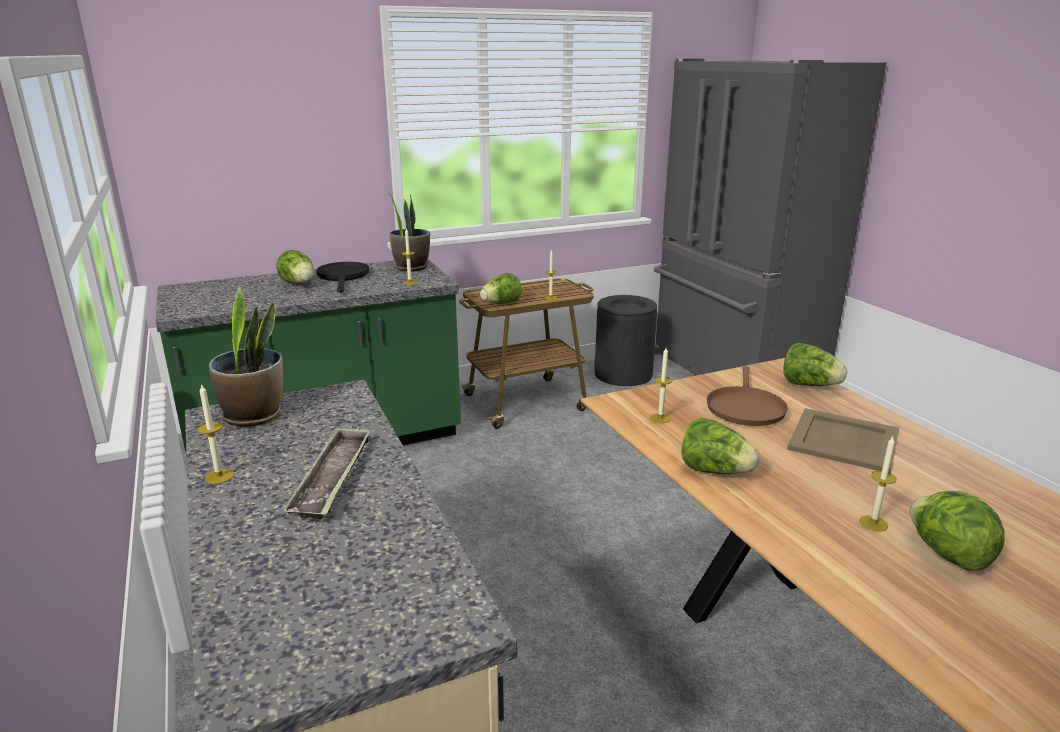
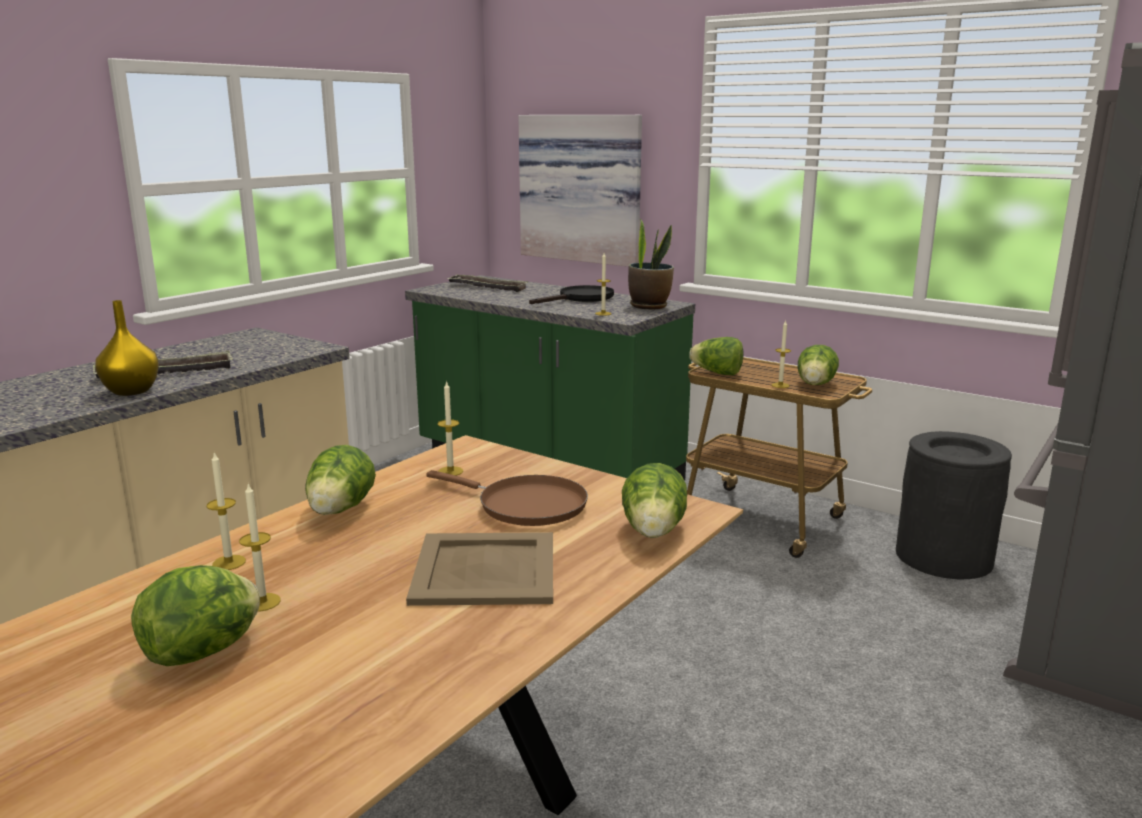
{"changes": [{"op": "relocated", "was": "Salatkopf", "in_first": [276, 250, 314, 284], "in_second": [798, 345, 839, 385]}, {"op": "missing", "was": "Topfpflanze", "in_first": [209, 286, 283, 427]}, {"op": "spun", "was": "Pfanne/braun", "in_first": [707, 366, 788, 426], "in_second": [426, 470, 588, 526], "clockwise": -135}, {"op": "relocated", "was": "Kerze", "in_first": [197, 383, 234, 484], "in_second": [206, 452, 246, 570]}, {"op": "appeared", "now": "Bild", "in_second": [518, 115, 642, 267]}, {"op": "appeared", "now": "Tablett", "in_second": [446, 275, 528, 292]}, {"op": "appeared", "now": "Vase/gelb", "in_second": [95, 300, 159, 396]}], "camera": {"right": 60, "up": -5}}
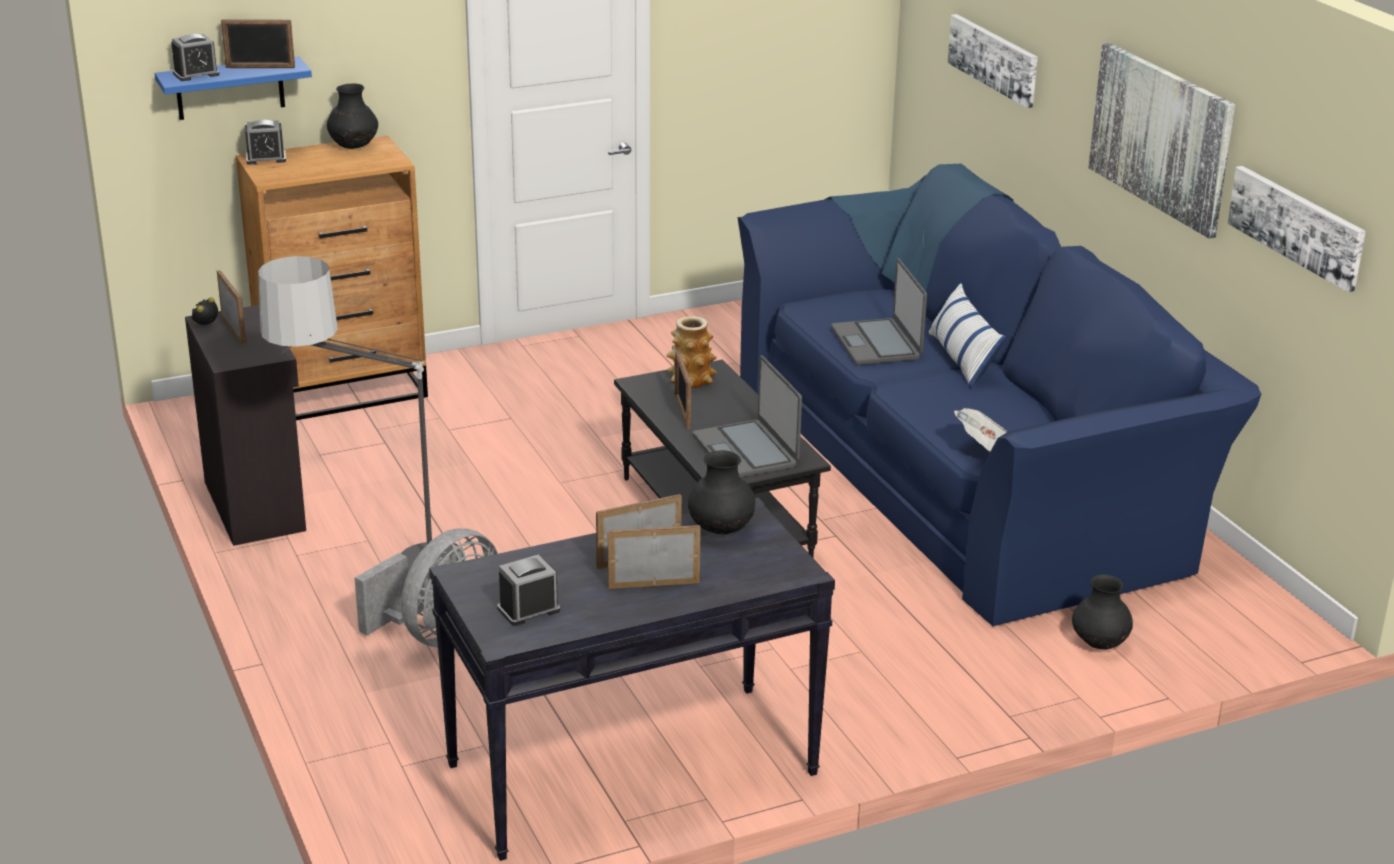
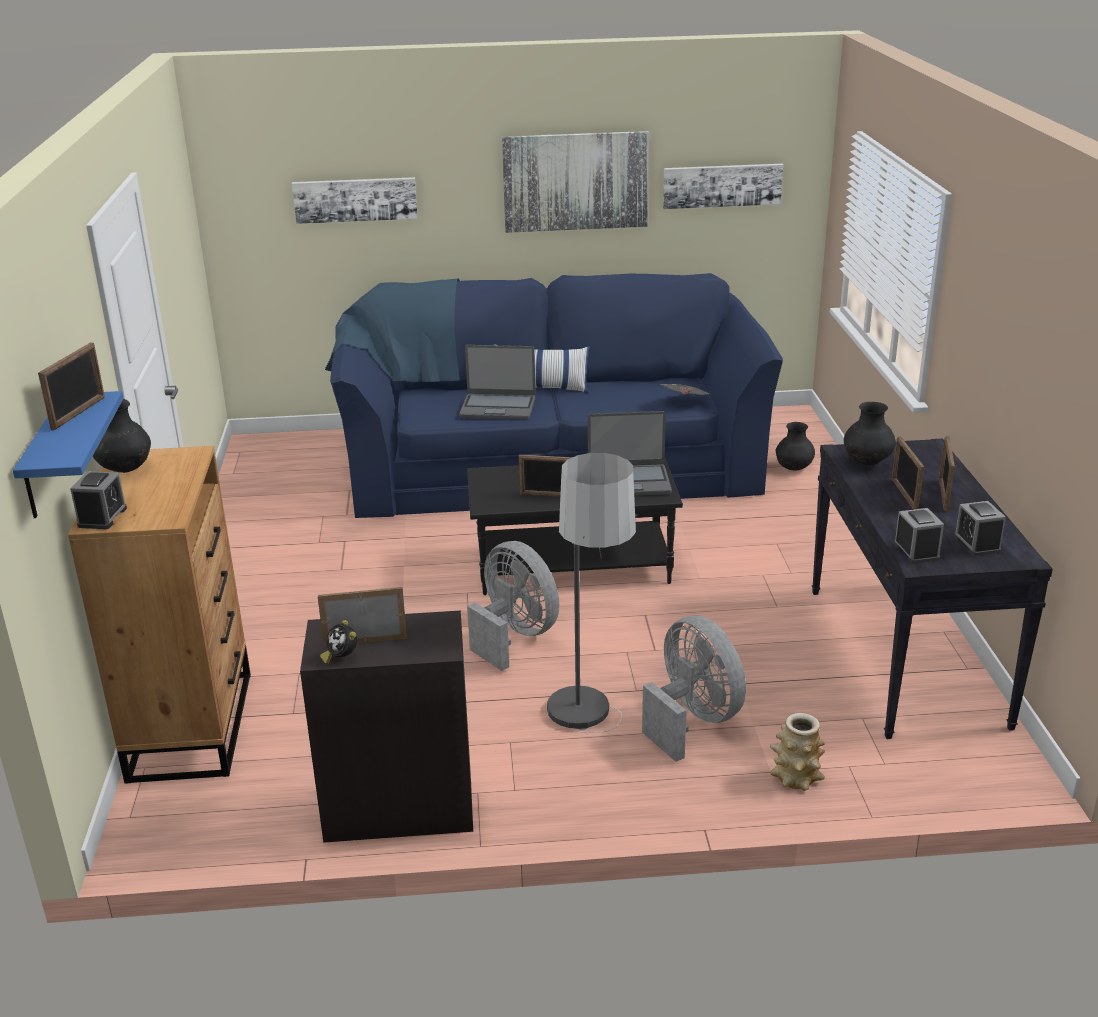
{"changes": [{"op": "relocated", "was": "Wecker", "in_first": [171, 34, 219, 81], "in_second": [894, 508, 944, 564]}, {"op": "relocated", "was": "Vase", "in_first": [666, 316, 717, 388], "in_second": [770, 713, 825, 791]}, {"op": "appeared", "now": "Ventilator/grau", "in_second": [467, 541, 559, 671]}], "camera": {"right": -70, "up": 0}}
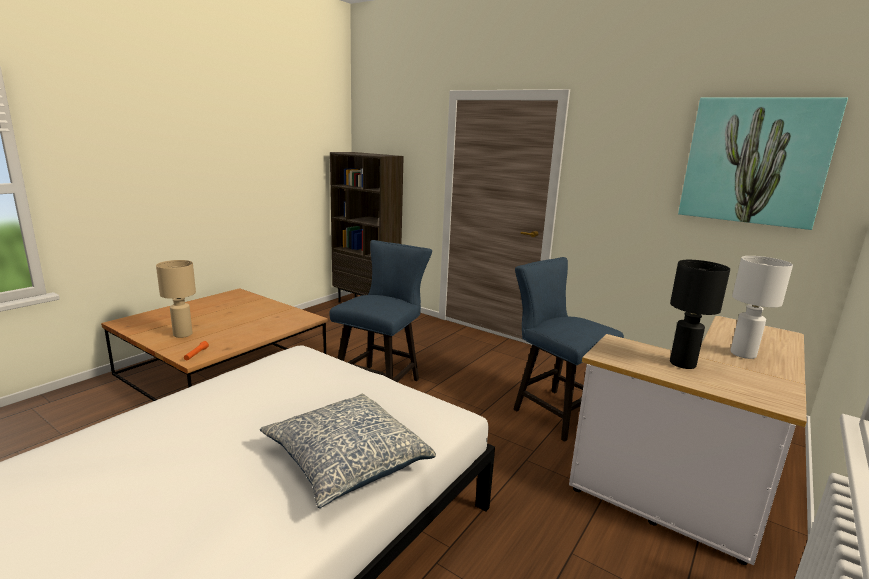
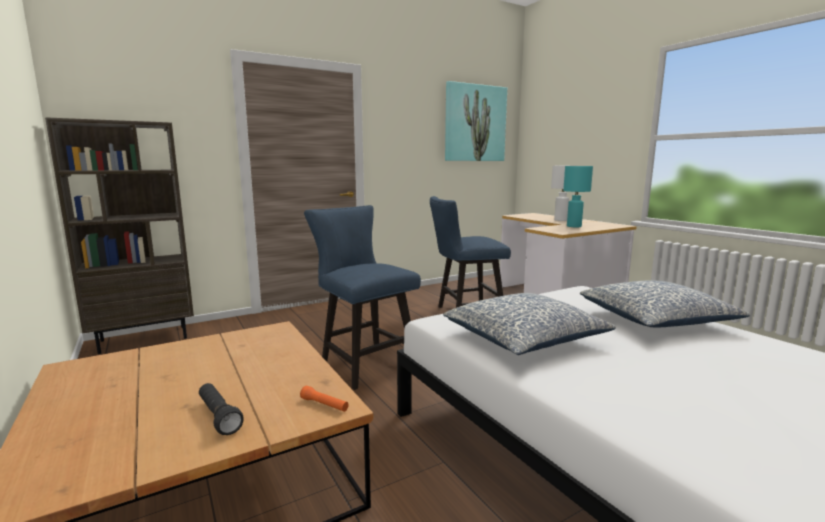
{"changes": [{"op": "exchanged", "was": "Tischlampe/beige", "now": "Taschenlampe/schwarz", "in_first": [156, 260, 196, 338], "in_second": [199, 383, 244, 435]}, {"op": "colour", "was": "Tischlampe/schwarz", "now": "Tischlampe/türkis", "in_first": [670, 260, 730, 369], "in_second": [563, 166, 593, 227]}, {"op": "appeared", "now": "Kissen", "in_second": [443, 293, 616, 355]}], "camera": {"right": -65, "up": -5}}
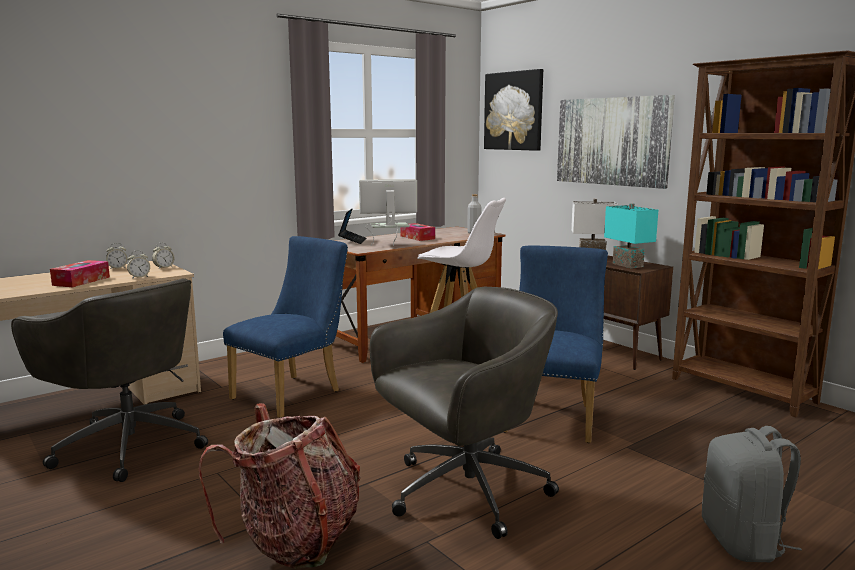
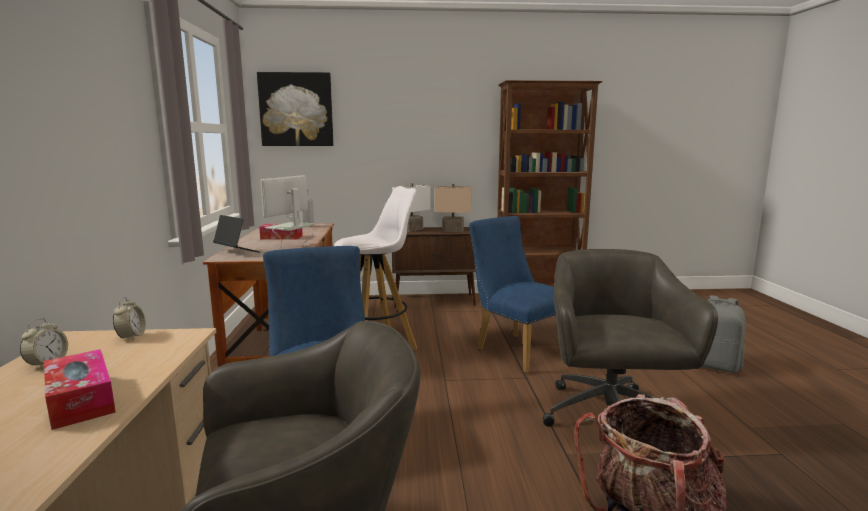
{"changes": [{"op": "missing", "was": "Bild", "in_first": [557, 95, 675, 189]}, {"op": "colour", "was": "Tischlampe/türkis", "now": "Tischlampe/beige", "in_first": [604, 203, 658, 268], "in_second": [435, 184, 471, 232]}, {"op": "missing", "was": "Wecker", "in_first": [127, 250, 150, 279]}], "camera": {"right": -55, "up": 0}}
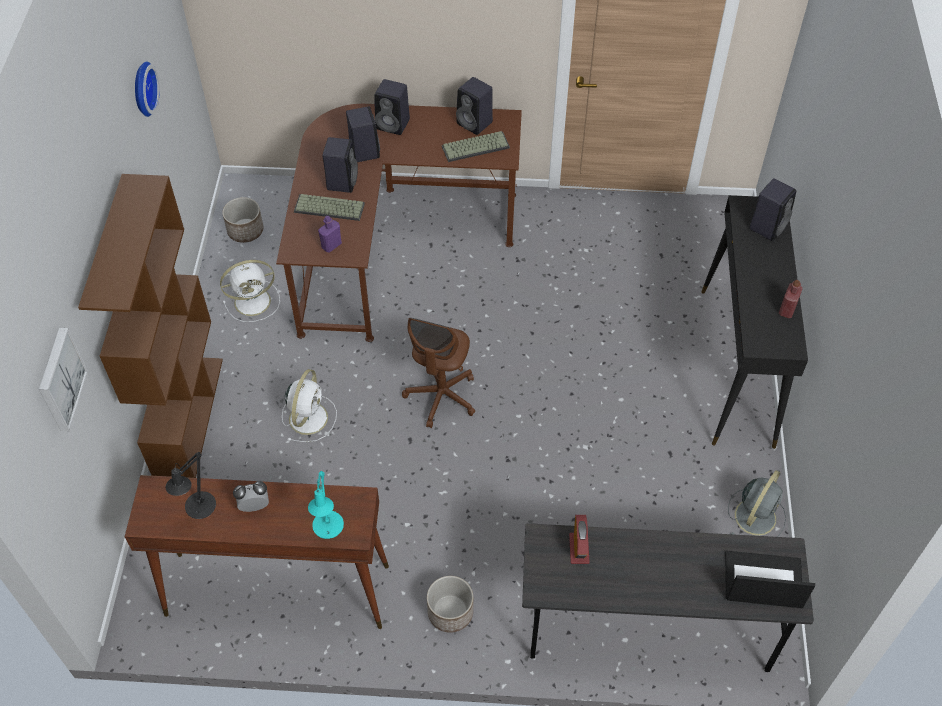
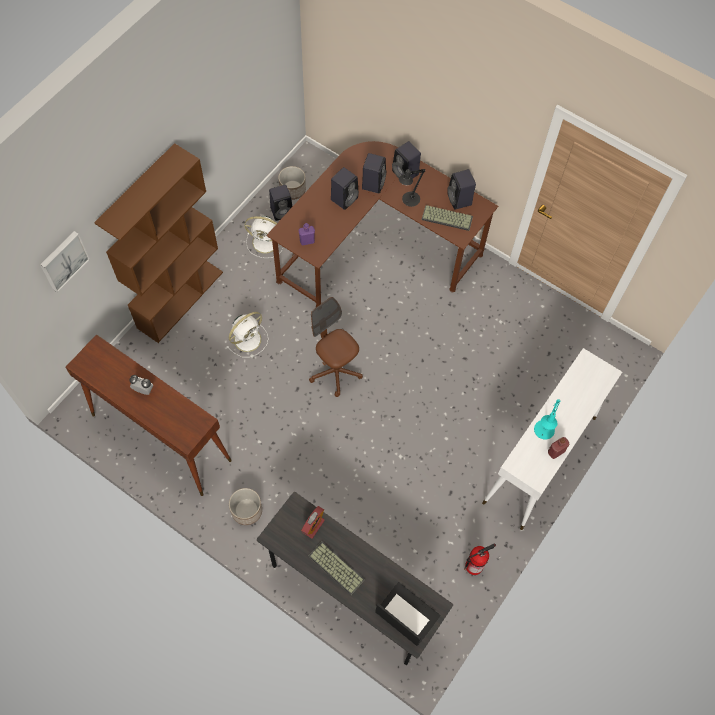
{"changes": [{"op": "missing", "was": "Wanduhr", "in_first": [135, 61, 160, 117]}, {"op": "relocated", "was": "Lautsprecher/schwarz", "in_first": [750, 178, 796, 241], "in_second": [269, 185, 292, 221]}, {"op": "relocated", "was": "Tastatur", "in_first": [294, 194, 365, 221], "in_second": [308, 541, 365, 595]}, {"op": "colour", "was": "Konsolentisch/schwarz", "now": "Konsolentisch/weiß", "in_first": [701, 195, 808, 449], "in_second": [482, 348, 622, 530]}, {"op": "spun", "was": "Bürostuhl/braun", "in_first": [402, 318, 475, 428], "in_second": [309, 297, 363, 397], "clockwise": 90}, {"op": "relocated", "was": "Tischlampe/schwarz", "in_first": [166, 452, 216, 519], "in_second": [399, 168, 425, 207]}, {"op": "exchanged", "was": "Ventilator/grau", "now": "Feuerlöscher", "in_first": [728, 470, 786, 537], "in_second": [464, 544, 496, 575]}, {"op": "relocated", "was": "Tischlampe/türkis", "in_first": [308, 471, 344, 539], "in_second": [534, 399, 560, 440]}], "camera": {"right": 30, "up": 10}}
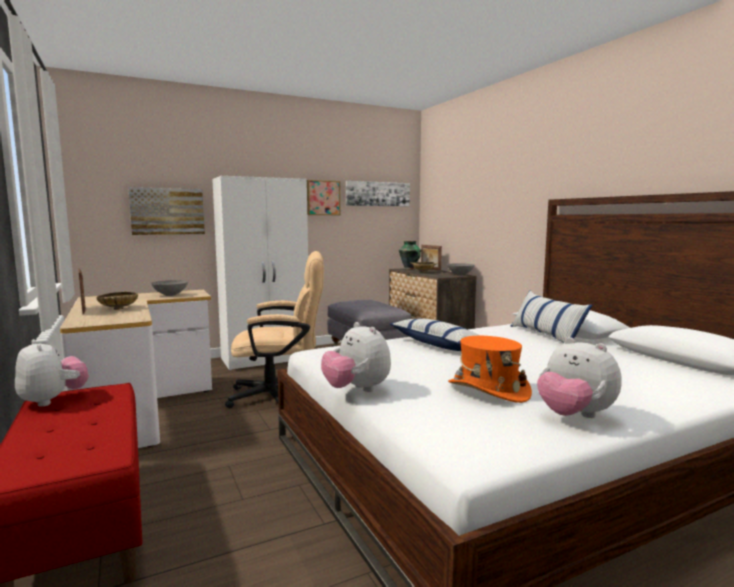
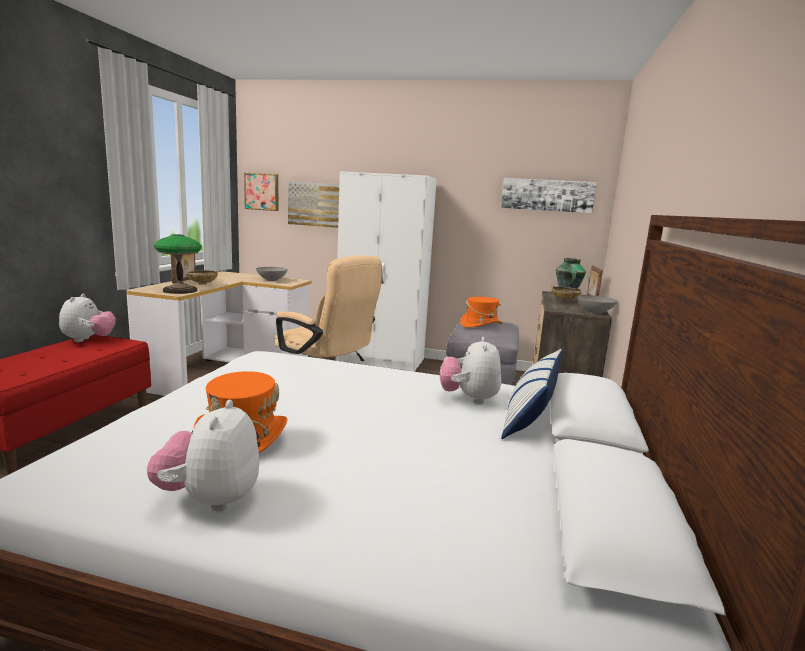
{"changes": [{"op": "relocated", "was": "Bild", "in_first": [307, 180, 340, 215], "in_second": [244, 173, 278, 211]}, {"op": "missing", "was": "Kissen", "in_first": [390, 318, 480, 351]}, {"op": "relocated", "was": "Plüschtier", "in_first": [321, 322, 391, 392], "in_second": [440, 337, 501, 404]}, {"op": "appeared", "now": "Tischlampe", "in_second": [154, 234, 202, 294]}, {"op": "appeared", "now": "Hut/orange", "in_second": [460, 297, 503, 328]}], "camera": {"right": 40, "up": 5}}
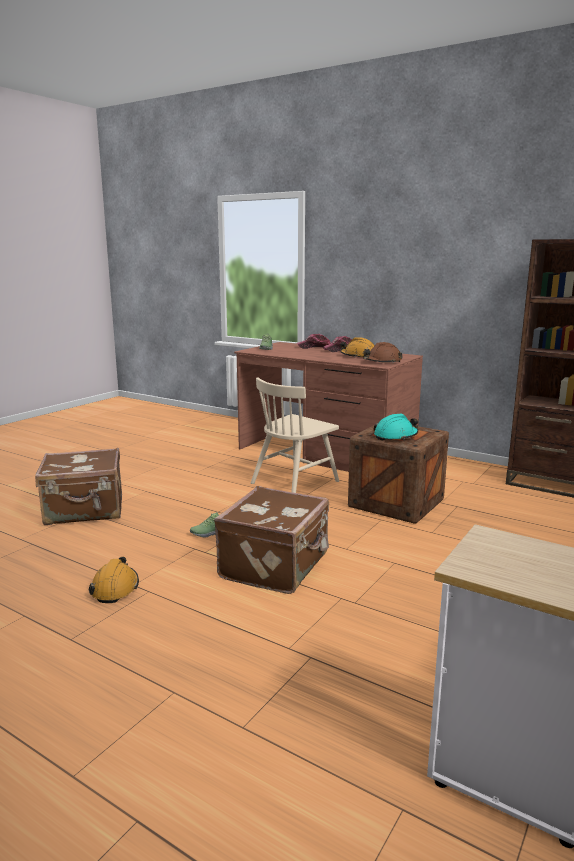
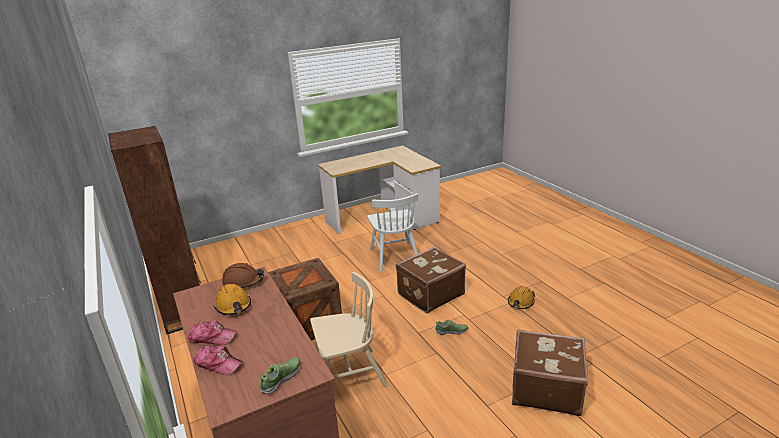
{"changes": [{"op": "missing", "was": "Schutzhelm/türkis", "in_first": [373, 413, 418, 441]}, {"op": "appeared", "now": "Stuhl/weiß", "in_second": [367, 193, 418, 272]}], "camera": {"right": -150, "up": 10}}
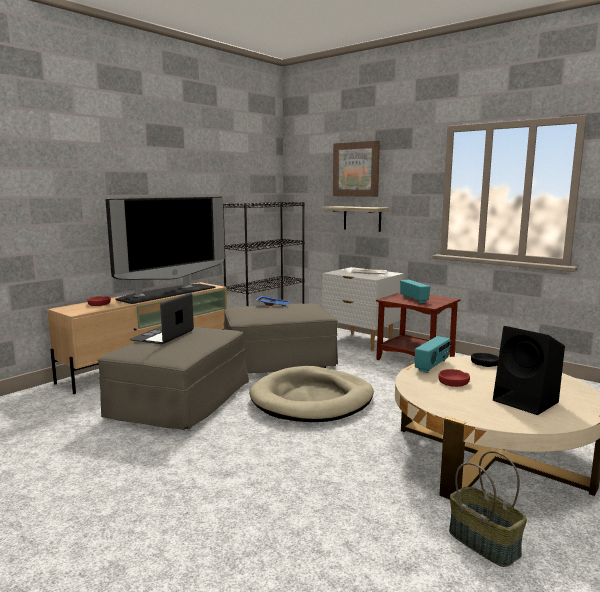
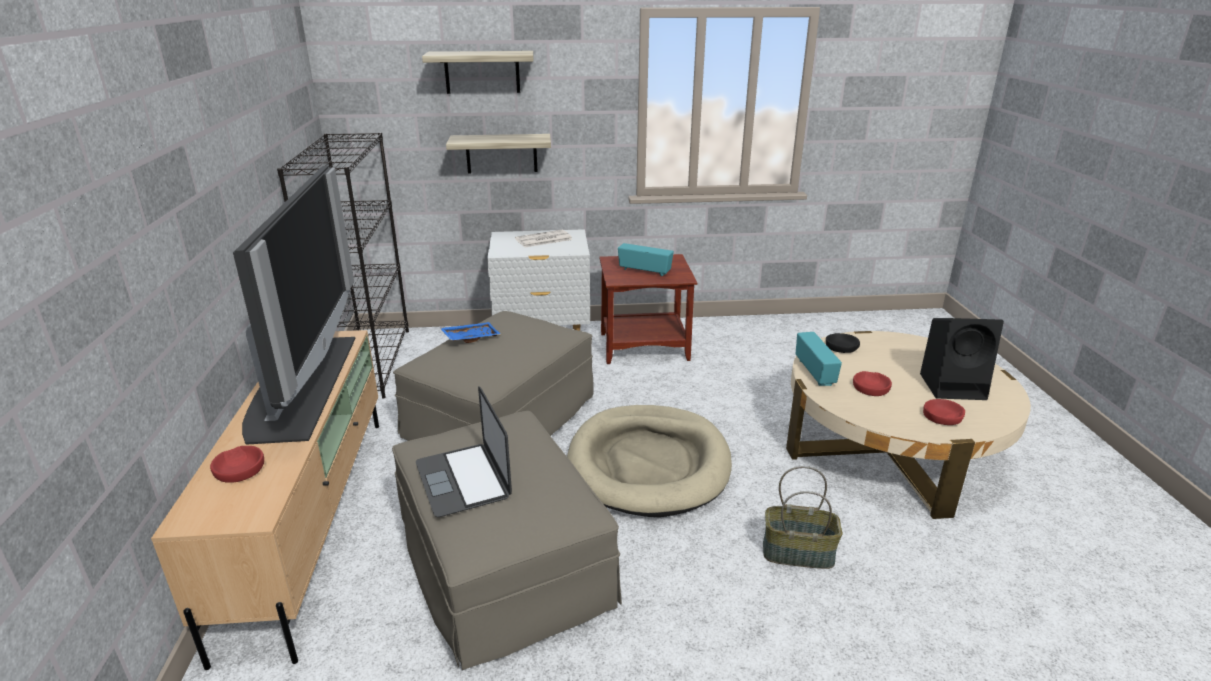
{"changes": [{"op": "exchanged", "was": "Bild", "now": "Wandregal", "in_first": [333, 141, 380, 197], "in_second": [422, 51, 533, 94]}, {"op": "relocated", "was": "Korb", "in_first": [449, 451, 527, 567], "in_second": [763, 466, 843, 569]}, {"op": "appeared", "now": "Schüssel/rot", "in_second": [923, 399, 965, 425]}], "camera": {"right": -45, "up": 15}}
